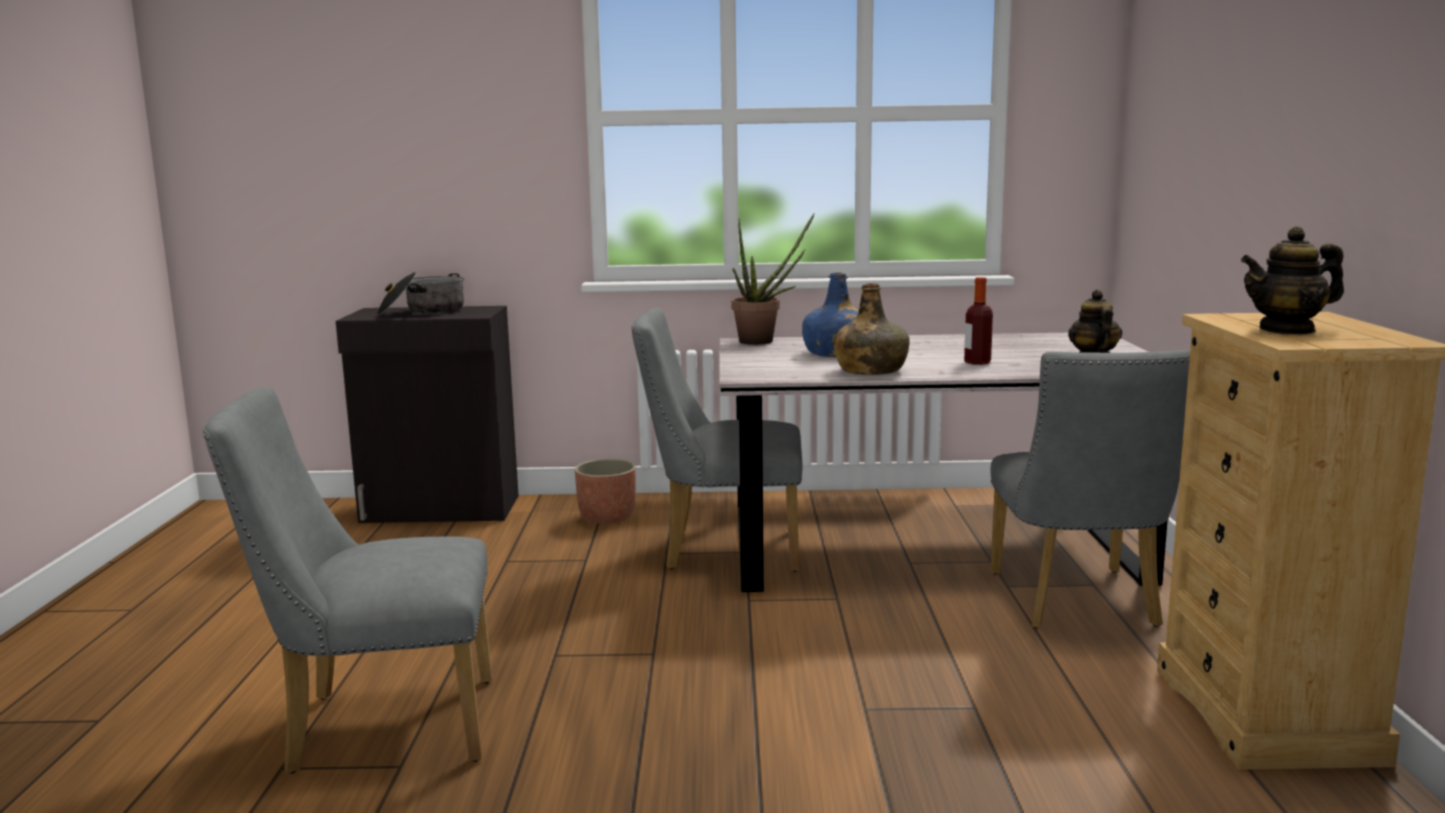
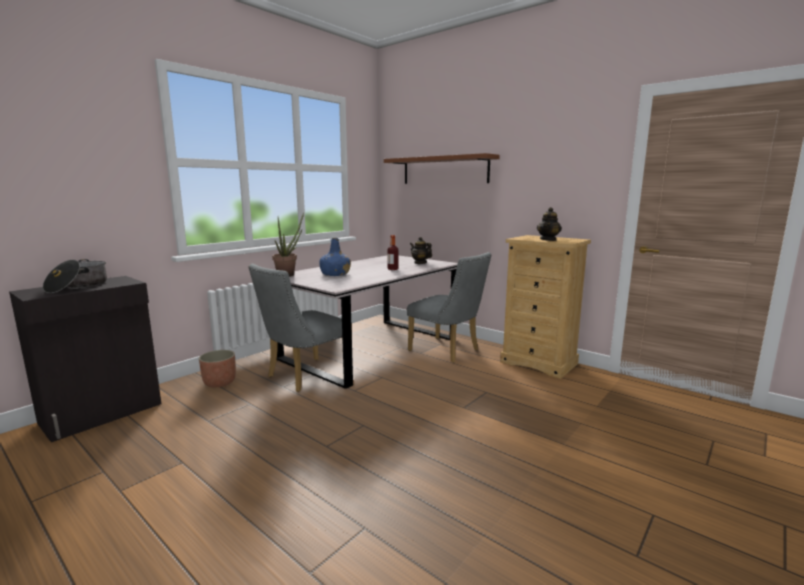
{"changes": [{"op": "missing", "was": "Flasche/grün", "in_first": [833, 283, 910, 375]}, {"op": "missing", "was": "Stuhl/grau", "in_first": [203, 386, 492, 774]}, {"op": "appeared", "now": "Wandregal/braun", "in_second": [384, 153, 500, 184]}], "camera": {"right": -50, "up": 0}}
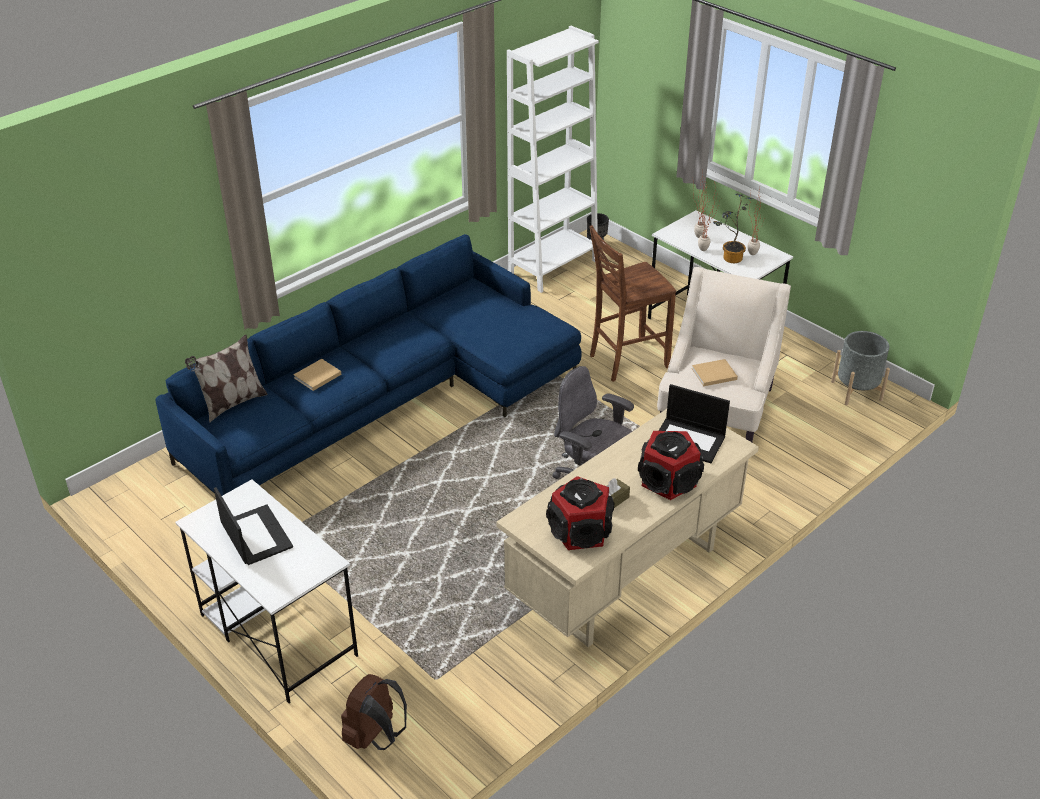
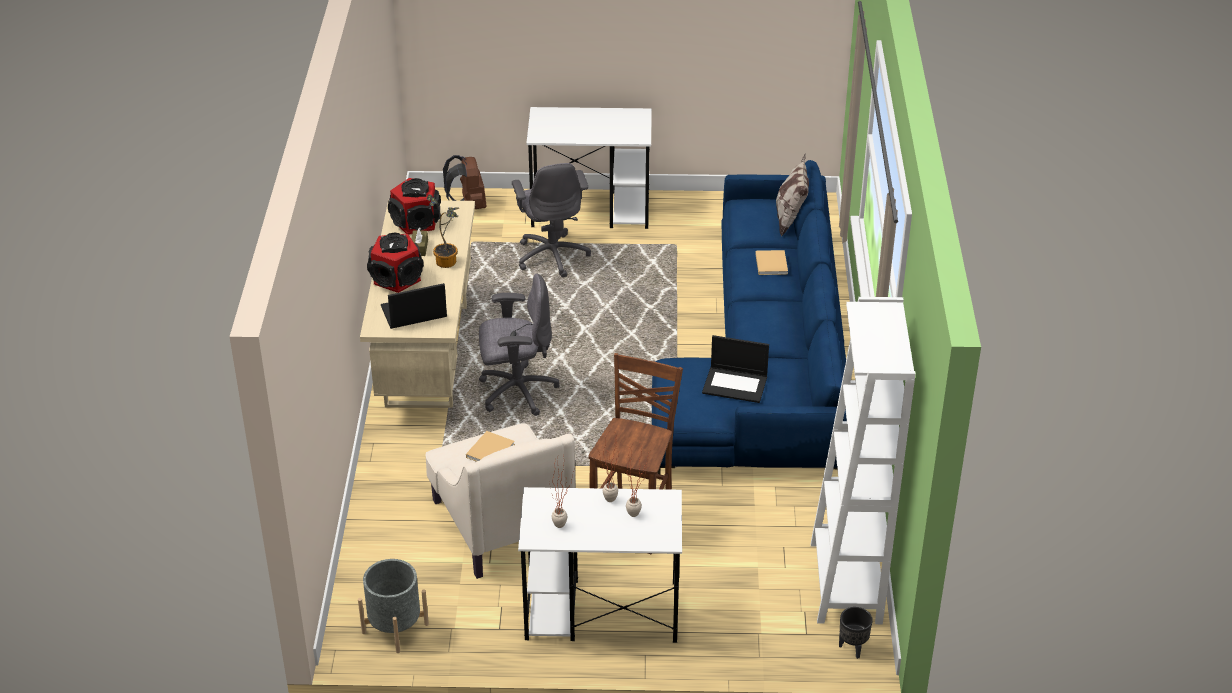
{"changes": [{"op": "relocated", "was": "Topfpflanze", "in_first": [713, 194, 753, 263], "in_second": [427, 194, 459, 268]}, {"op": "relocated", "was": "Laptop", "in_first": [214, 487, 293, 565], "in_second": [702, 335, 769, 403]}, {"op": "appeared", "now": "Bürostuhl/grau", "in_second": [512, 163, 591, 277]}], "camera": {"right": 135, "up": 0}}
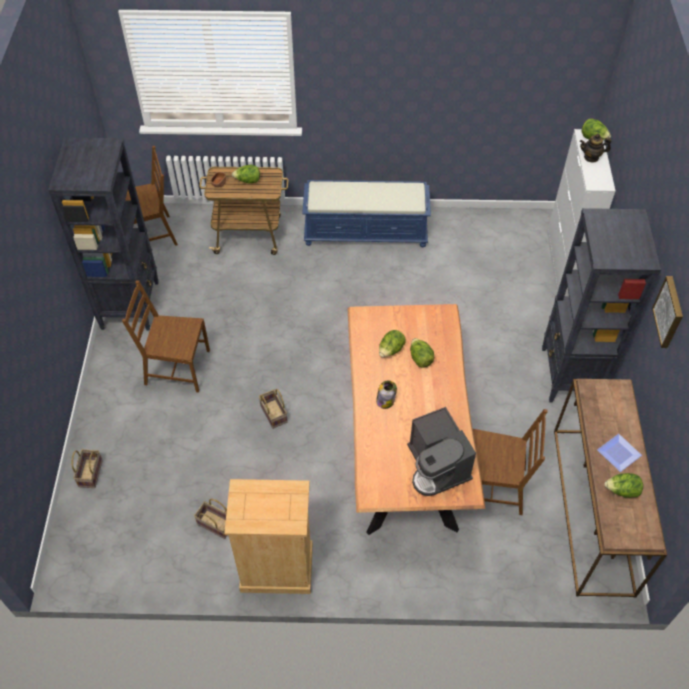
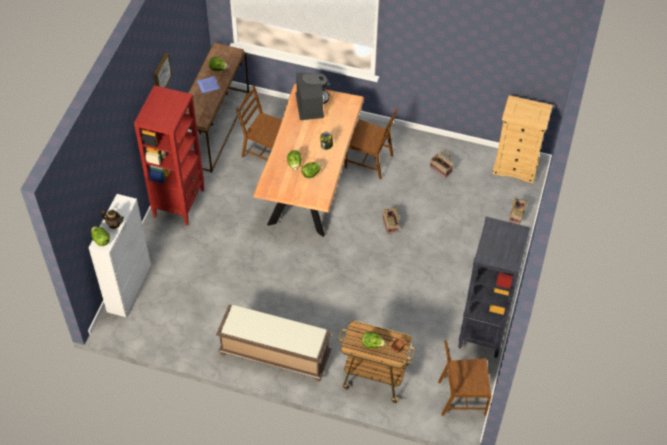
{"changes": [{"op": "colour", "was": "Bank/blau", "now": "Bank/braun", "in_first": [302, 180, 431, 247], "in_second": [216, 305, 332, 381]}, {"op": "colour", "was": "Bücherregal/schwarz", "now": "Bücherregal/rot", "in_first": [542, 208, 661, 402], "in_second": [134, 85, 204, 226]}, {"op": "relocated", "was": "Stuhl/braun", "in_first": [122, 280, 210, 392], "in_second": [345, 108, 398, 179]}, {"op": "relocated", "was": "Kommode/beige", "in_first": [224, 479, 313, 594], "in_second": [492, 95, 553, 183]}], "camera": {"right": -165, "up": 0}}
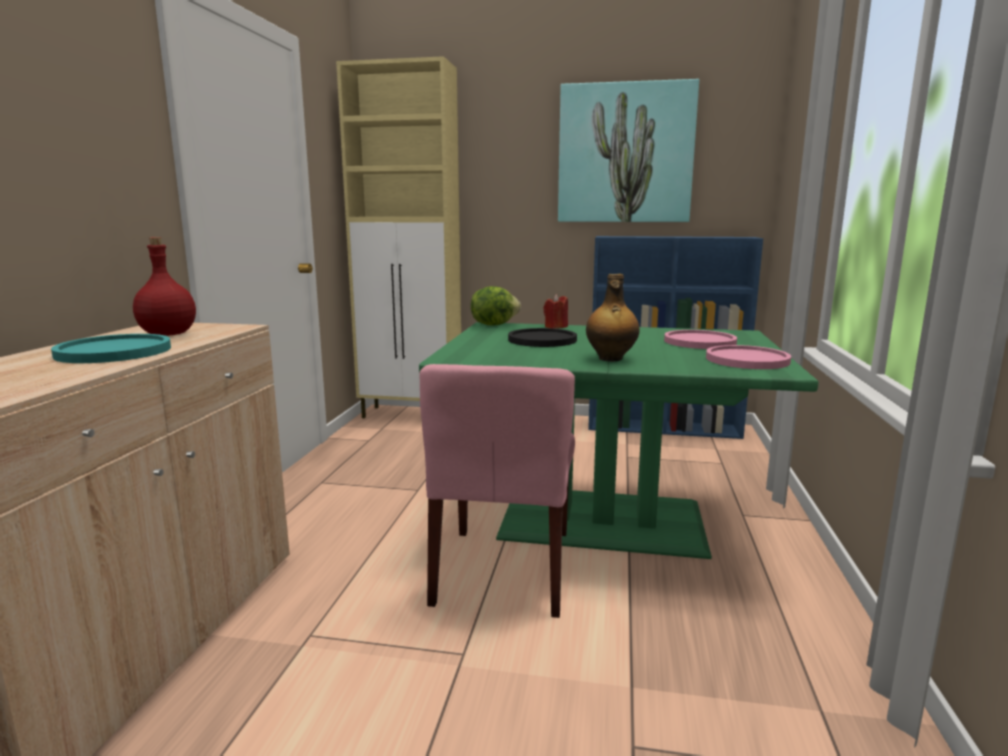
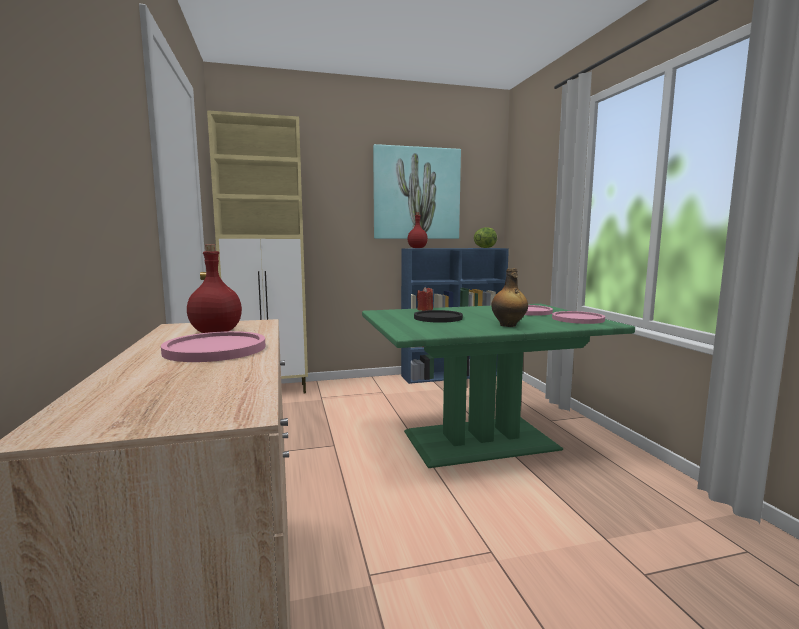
{"changes": [{"op": "relocated", "was": "Salatkopf", "in_first": [471, 286, 521, 326], "in_second": [474, 227, 498, 248]}, {"op": "colour", "was": "Teller/türkis", "now": "Teller/rosa", "in_first": [51, 334, 171, 363], "in_second": [161, 331, 266, 362]}, {"op": "missing", "was": "Stuhl/rosa", "in_first": [420, 364, 575, 618]}, {"op": "appeared", "now": "Flasche/rot", "in_second": [407, 212, 428, 248]}], "camera": {"right": -25, "up": -5}}
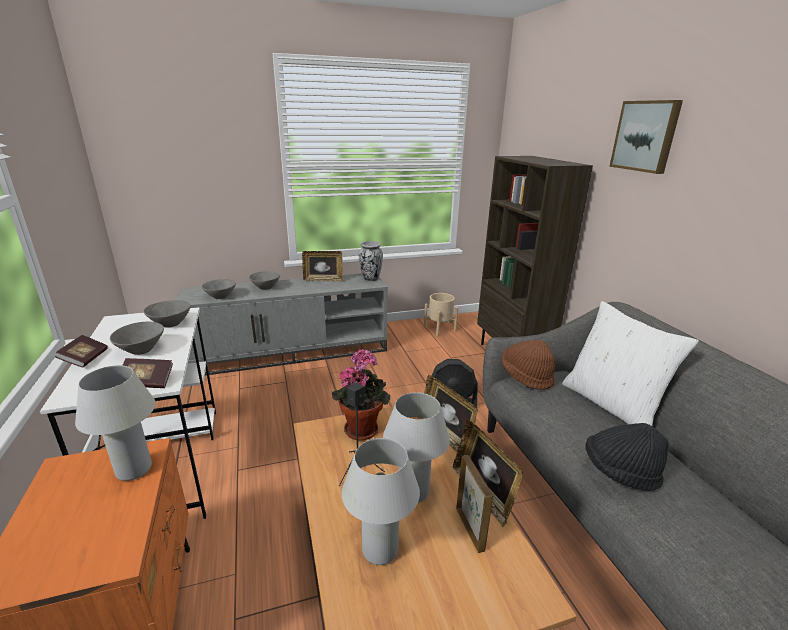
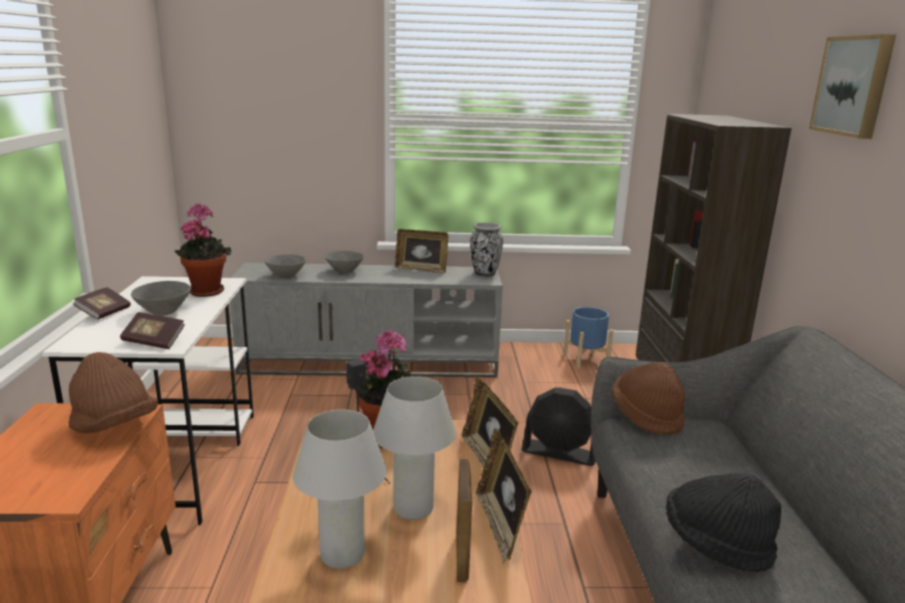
{"changes": [{"op": "colour", "was": "Pflanzkübel/beige", "now": "Pflanzkübel/blau", "in_first": [424, 293, 458, 337], "in_second": [563, 307, 614, 369]}, {"op": "exchanged", "was": "Schüssel/grau", "now": "Topfpflanze", "in_first": [144, 300, 191, 327], "in_second": [175, 203, 231, 297]}, {"op": "missing", "was": "Kissen/weiß", "in_first": [562, 301, 699, 426]}, {"op": "exchanged", "was": "Tischlampe/weiß", "now": "Hut/braun", "in_first": [75, 365, 156, 481], "in_second": [69, 352, 158, 433]}], "camera": {"right": 15, "up": -5}}
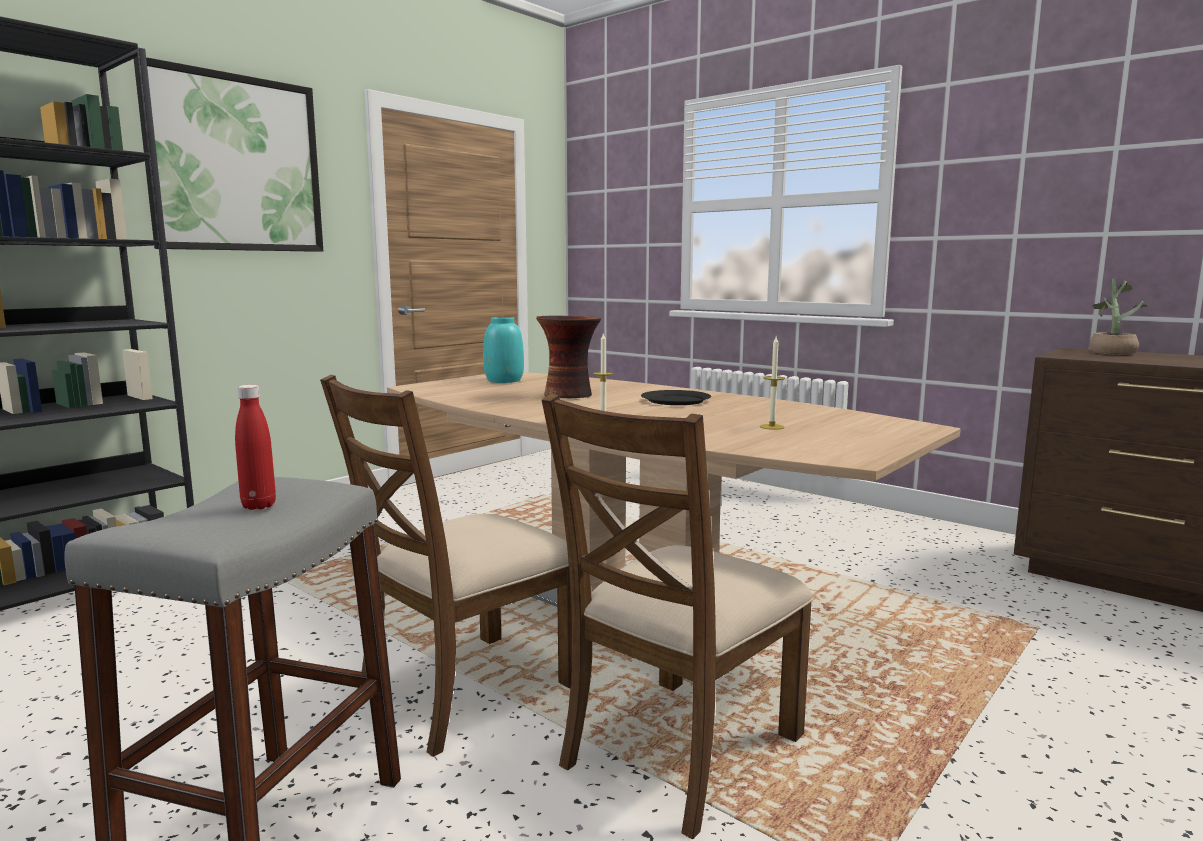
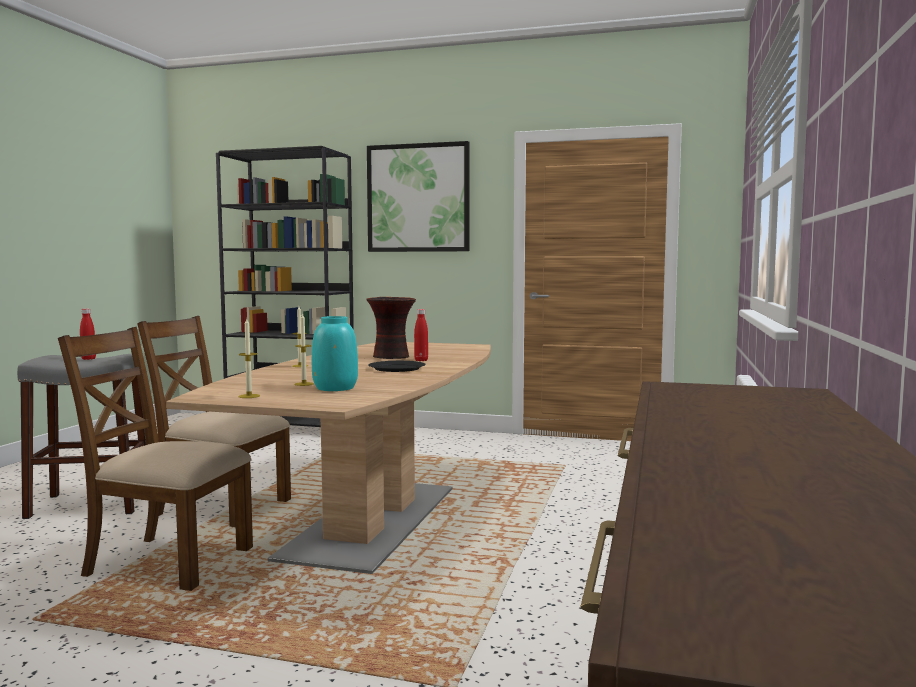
{"changes": [{"op": "missing", "was": "Topfpflanze", "in_first": [1089, 277, 1148, 355]}, {"op": "relocated", "was": "Vase/türkis", "in_first": [483, 317, 524, 383], "in_second": [312, 316, 358, 391]}, {"op": "appeared", "now": "Flasche/rot", "in_second": [414, 309, 428, 361]}, {"op": "appeared", "now": "Kerze", "in_second": [238, 319, 260, 398]}], "camera": {"right": 65, "up": -5}}
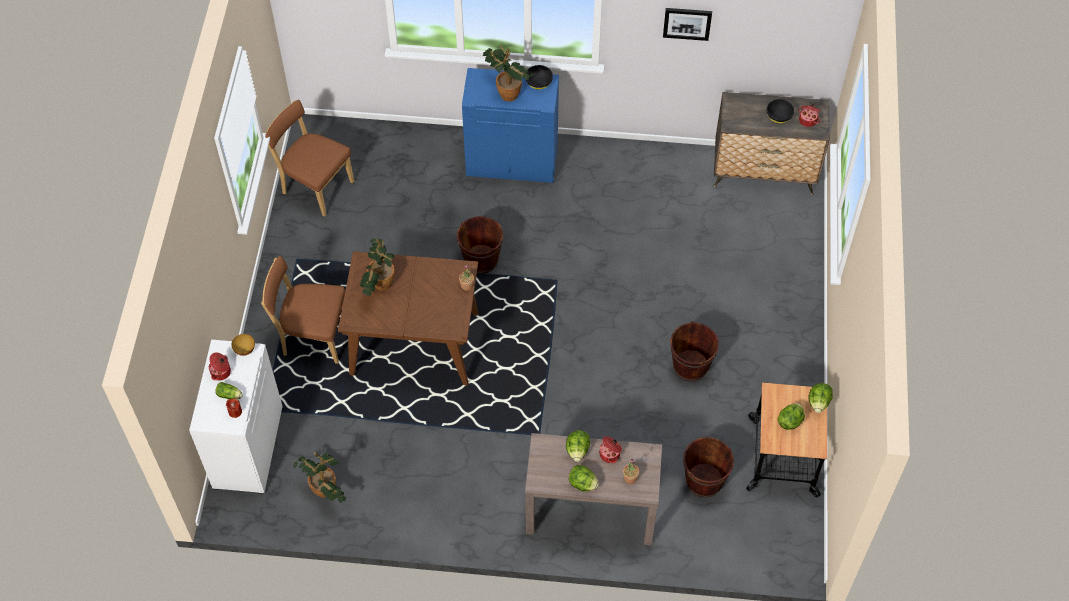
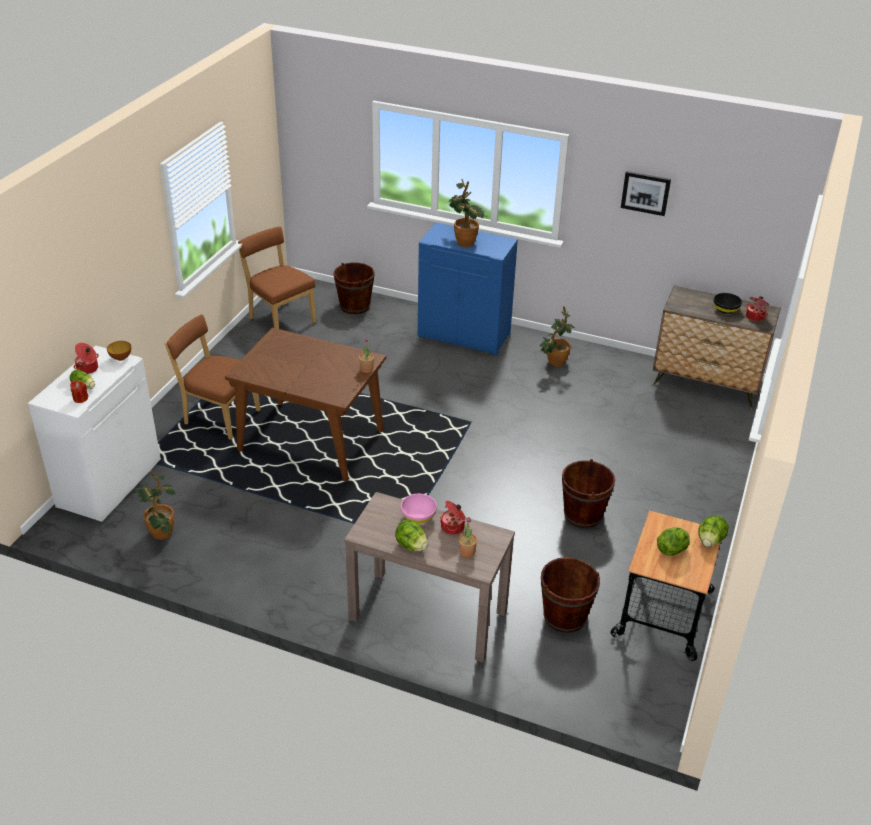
{"changes": [{"op": "missing", "was": "Schüssel/schwarz", "in_first": [526, 65, 553, 89]}, {"op": "relocated", "was": "Eimer/braun", "in_first": [457, 216, 503, 273], "in_second": [334, 263, 375, 314]}, {"op": "relocated", "was": "Topfpflanze", "in_first": [360, 238, 395, 296], "in_second": [540, 306, 575, 367]}, {"op": "exchanged", "was": "Salatkopf", "now": "Schüssel/rosa", "in_first": [566, 430, 590, 462], "in_second": [401, 494, 437, 524]}], "camera": {"right": 15, "up": -20}}
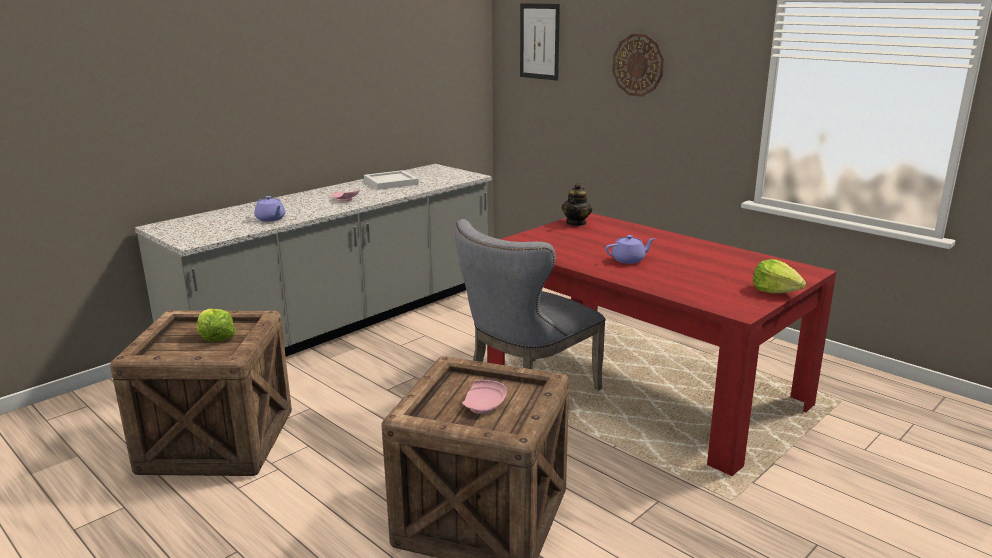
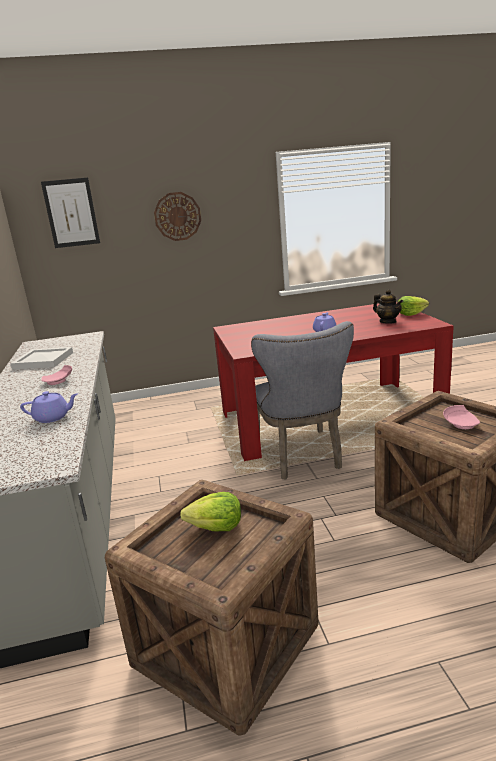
{"changes": [{"op": "relocated", "was": "Teekanne", "in_first": [562, 183, 592, 226], "in_second": [373, 289, 403, 324]}], "camera": {"right": -55, "up": 0}}
